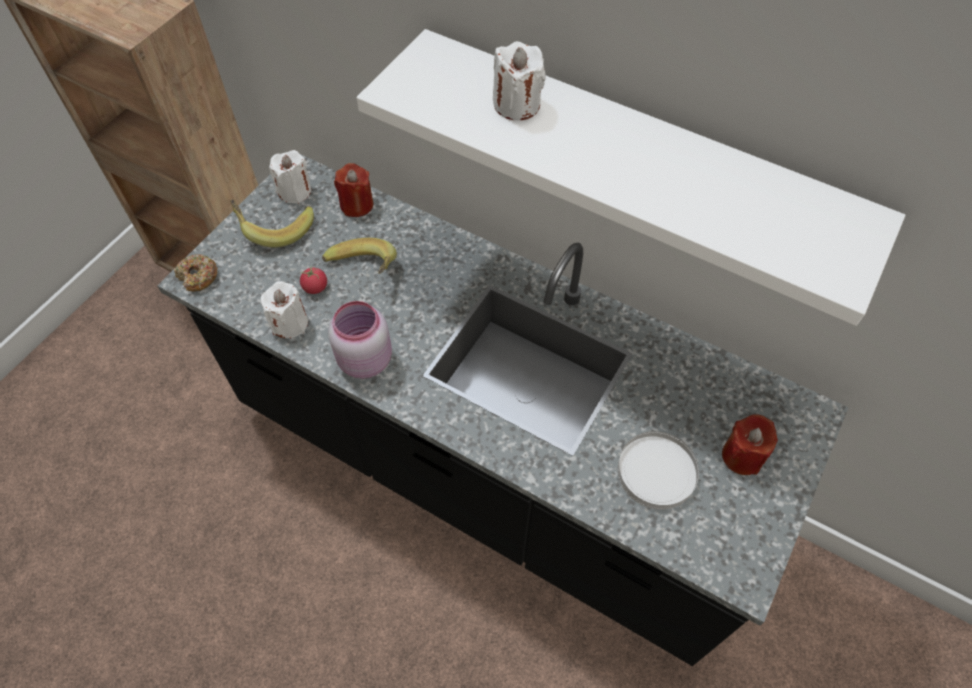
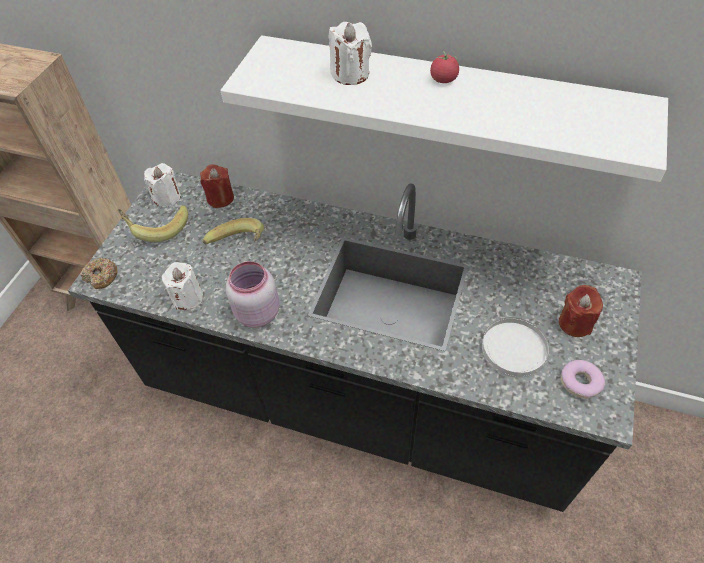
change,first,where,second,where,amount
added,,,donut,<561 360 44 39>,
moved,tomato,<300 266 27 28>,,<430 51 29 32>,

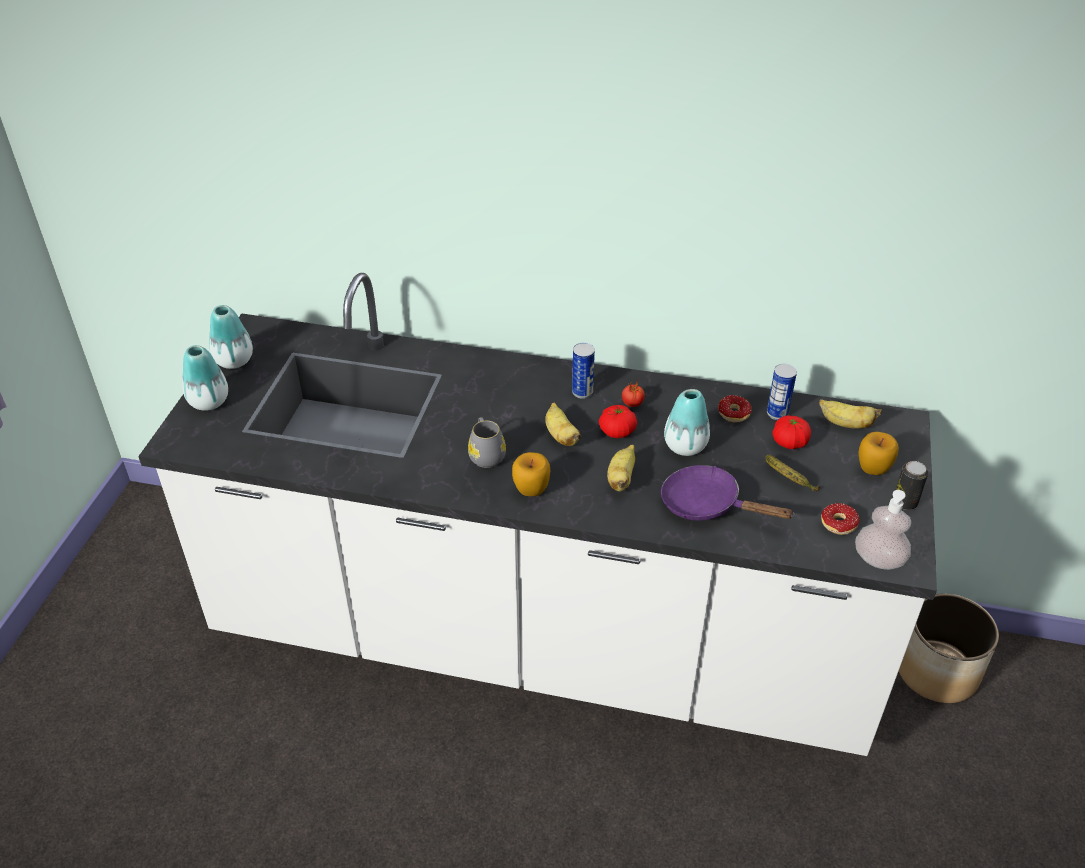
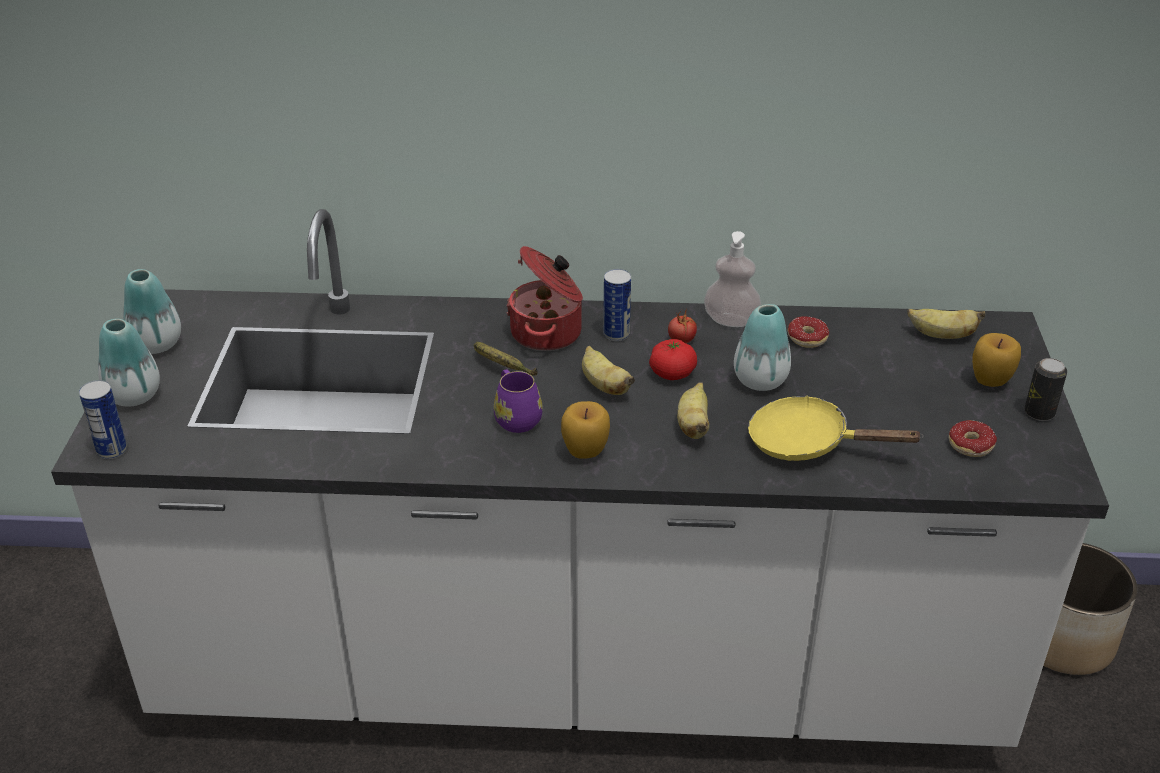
change,first,where,second,where,amount
removed,tomato,<772 415 39 34>,,,
added,,,cooking pot,<506 246 77 105>,
moved,banana,<766 455 54 36>,,<474 342 64 34>,
moved,can,<767 364 30 56>,,<79 380 48 79>,
moved,soap dispenser,<855 490 56 80>,,<704 231 57 96>,
recoloured,grey mug,<468 417 38 51>,purple mug,<494 369 49 64>,
recoloured,purple frying pan,<661 465 133 56>,yellow frying pan,<748 395 175 66>,

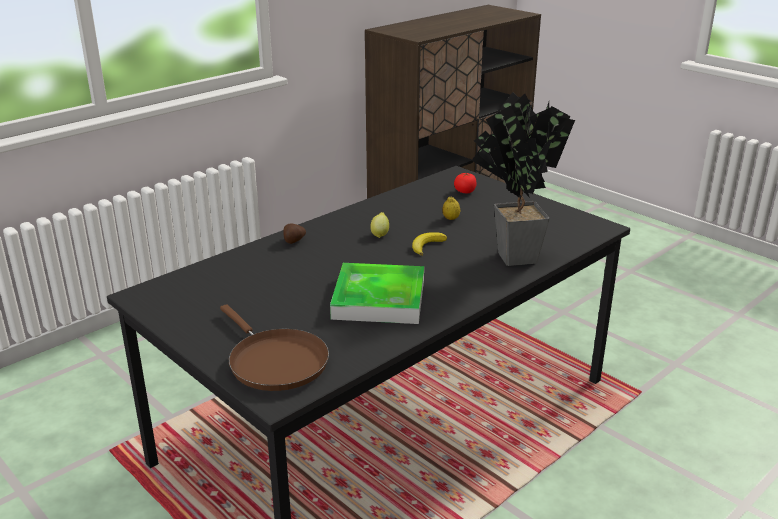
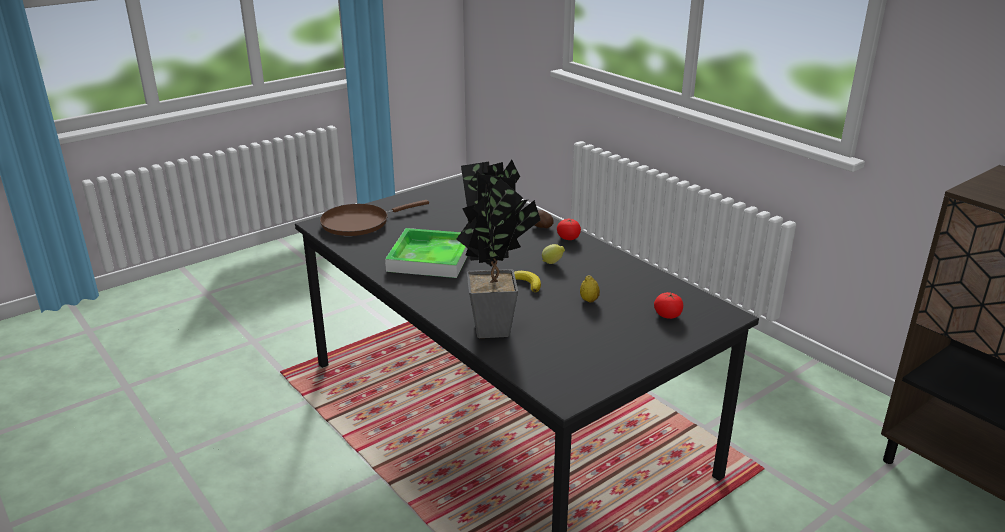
change,first,where,second,where,amount
added,,,tomato,<557 219 24 21>,

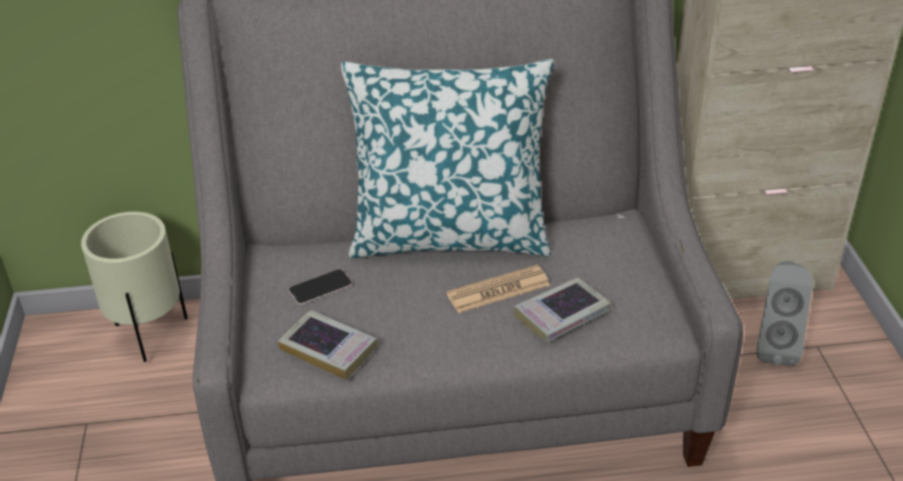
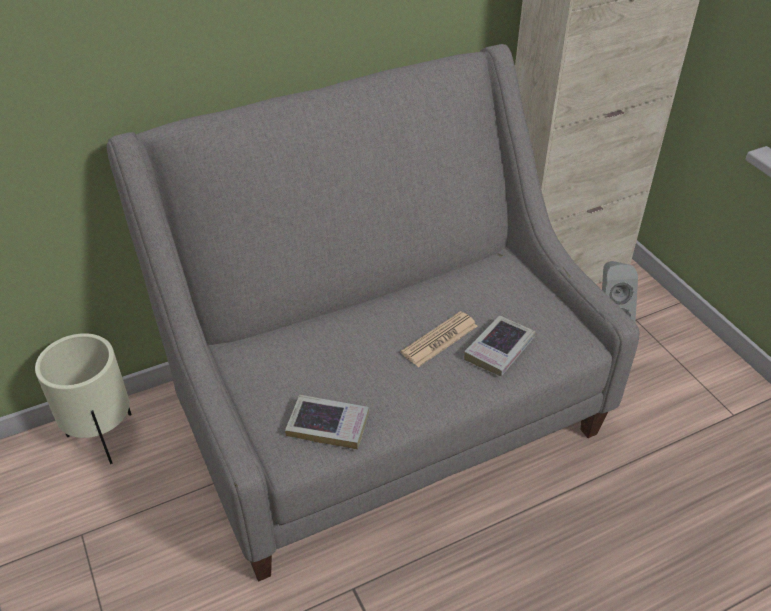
change,first,where,second,where,amount
removed,phone,<289 269 63 36>,,,
removed,pillow,<341 59 213 199>,,,

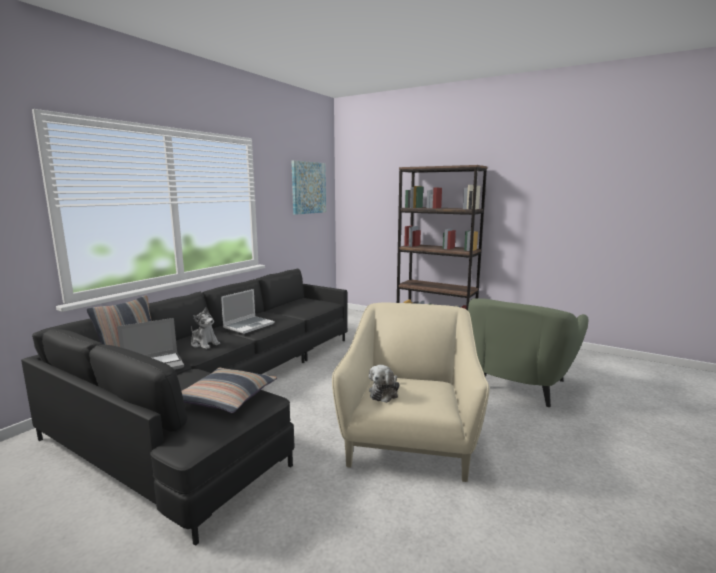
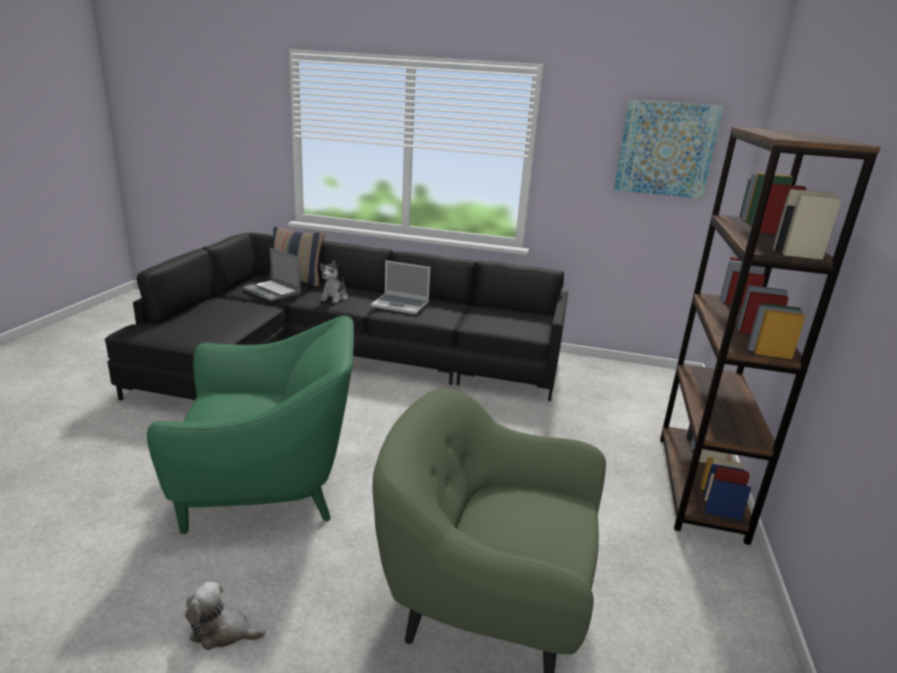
change,first,where,second,where,amount
removed,pillow,<181 368 96 45>,,,
moved,plush toy,<369 365 31 38>,,<185 581 81 69>,
recoloured,beige armchair,<332 302 157 180>,green armchair,<147 316 207 218>,

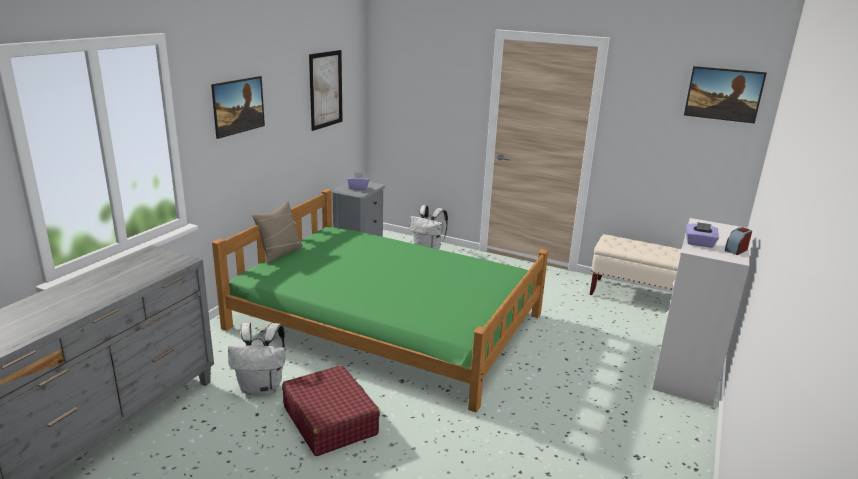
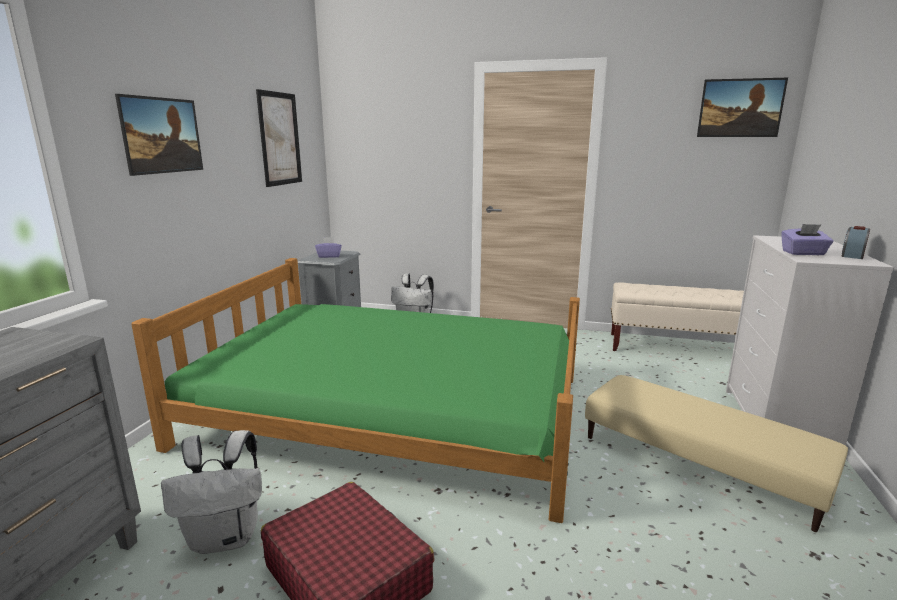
change,first,where,second,where,amount
removed,beige pillow,<252 202 51 62>,,,
added,,,beige ottoman,<585 375 263 157>,

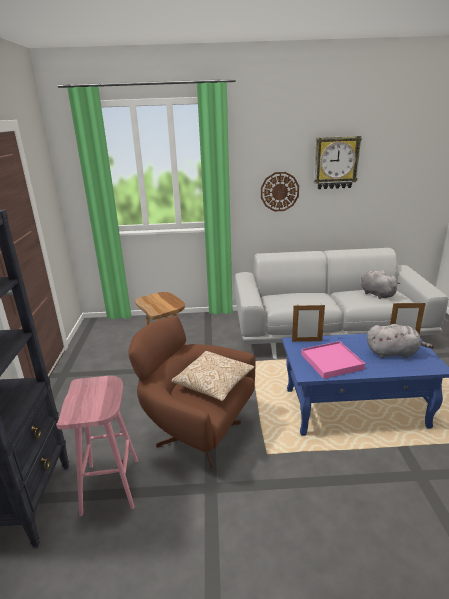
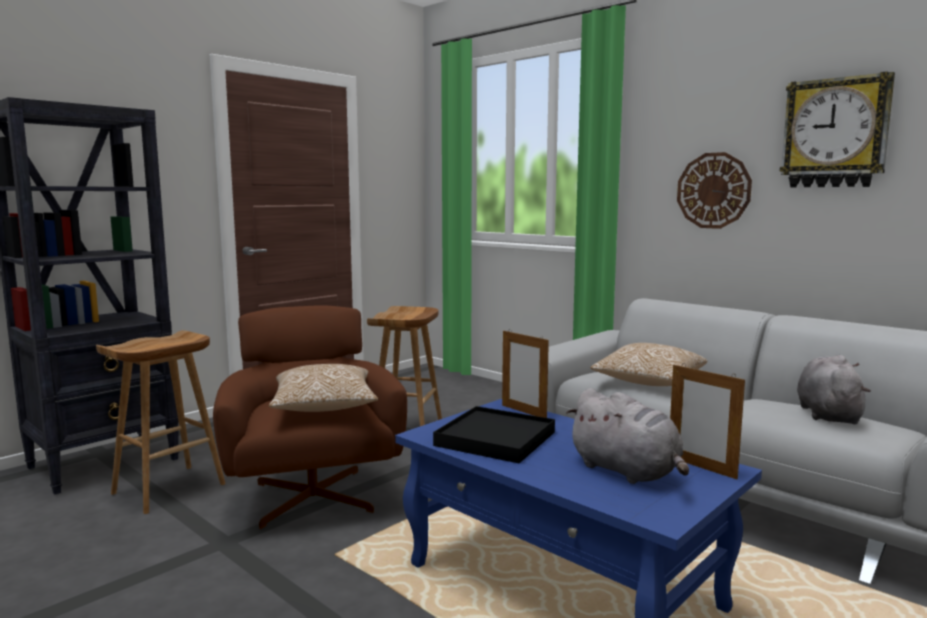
change,first,where,second,where,amount
added,,,pillow,<590 343 117 43>,
recoloured,pink stool,<56 376 82 140>,brown stool,<96 330 130 184>,
recoloured,pink tray,<301 341 64 38>,black tray,<433 406 122 57>,

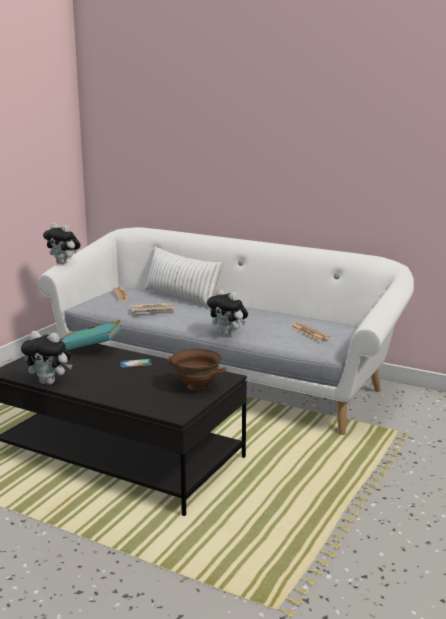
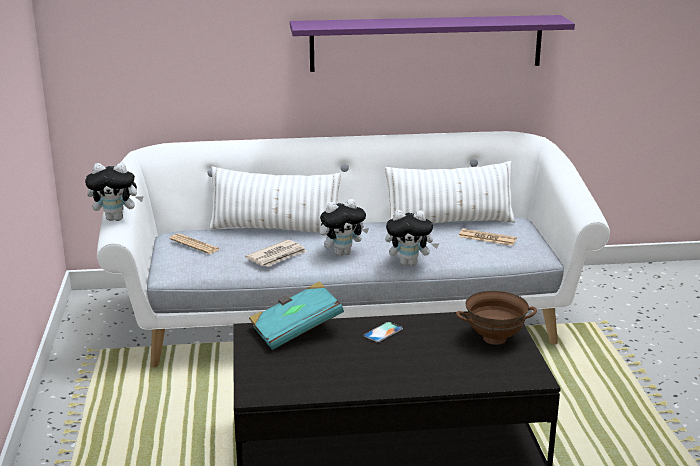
change,first,where,second,where,amount
added,,,purple shelf,<290 15 285 57>,
added,,,white pillow,<385 161 130 62>,
moved,plush toy,<21 331 51 54>,,<320 199 49 57>,

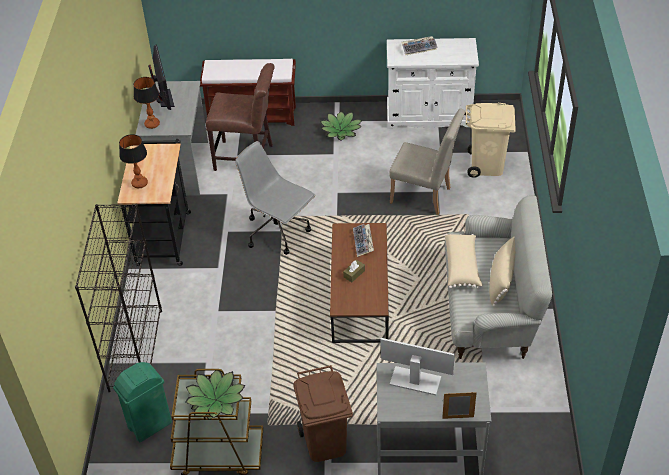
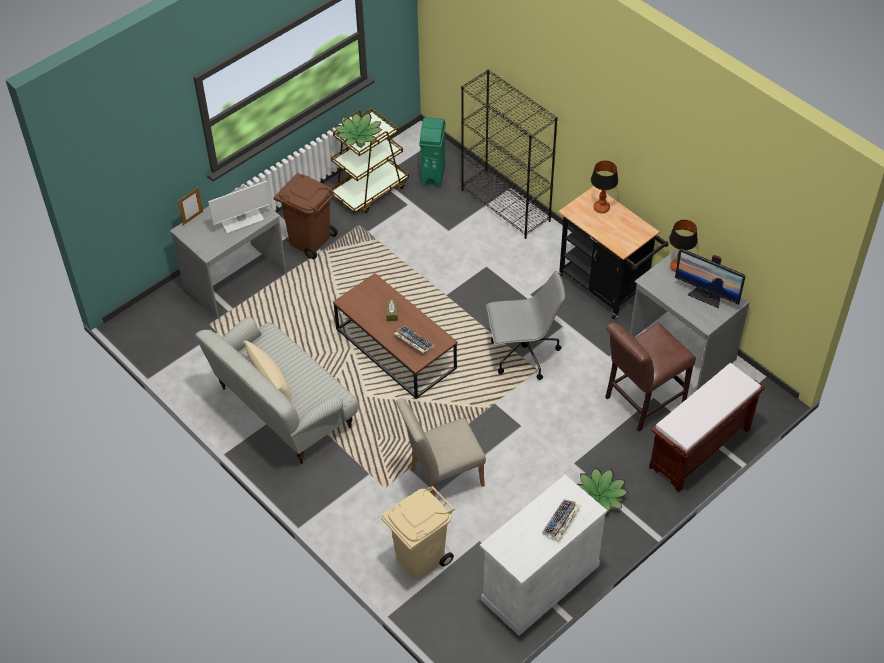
change,first,where,second,where,amount
removed,beige pillow,<445 234 38 55>,,,

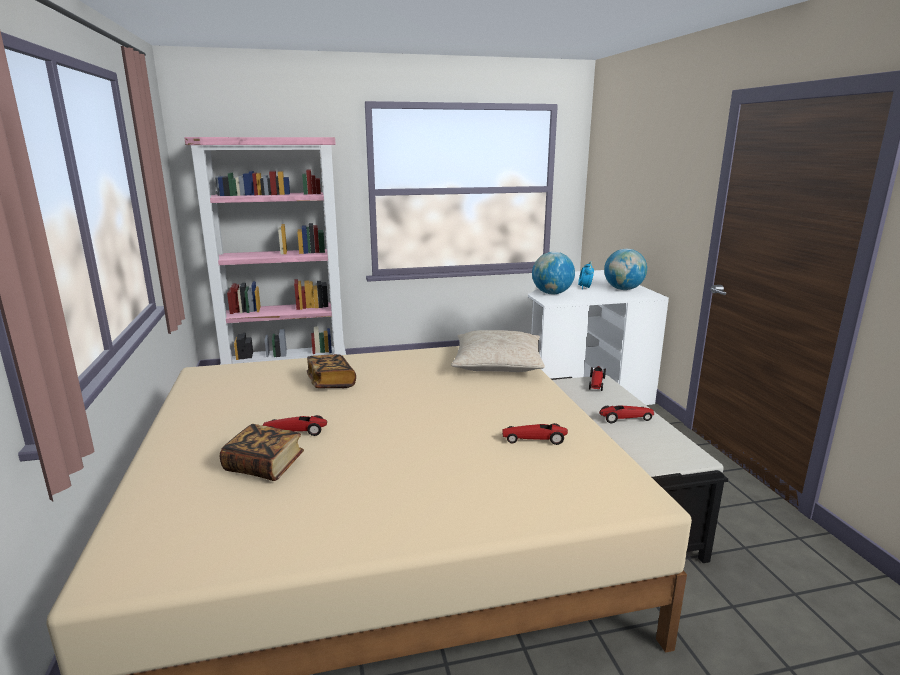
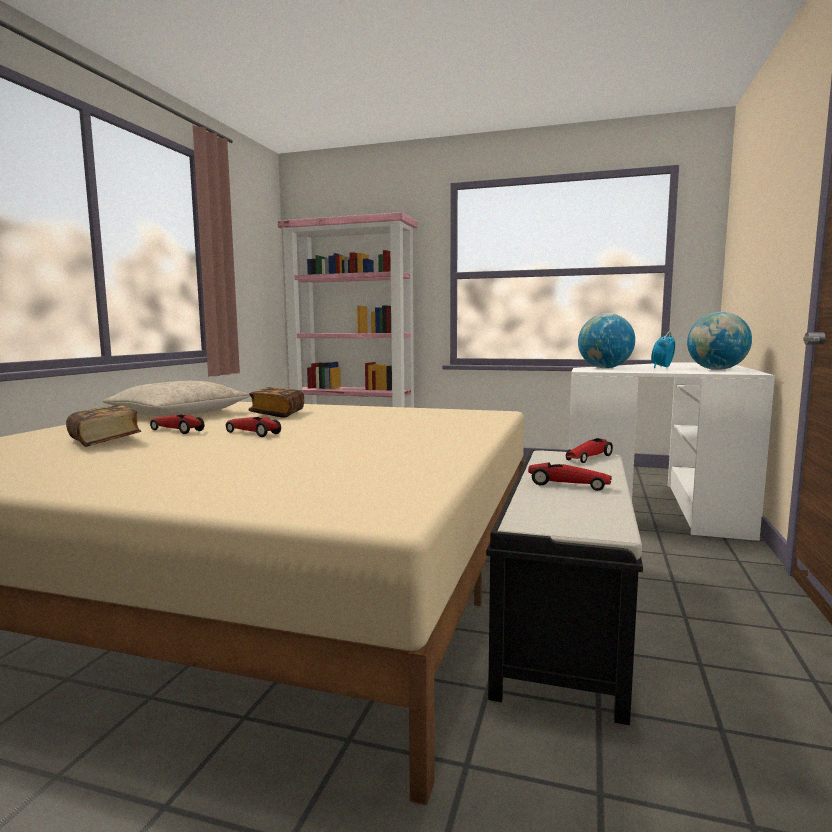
change,first,where,second,where,amount
moved,beige pillow,<451 330 94 42>,,<102 381 148 36>,
moved,toy car,<502 423 66 22>,,<226 417 55 20>,

